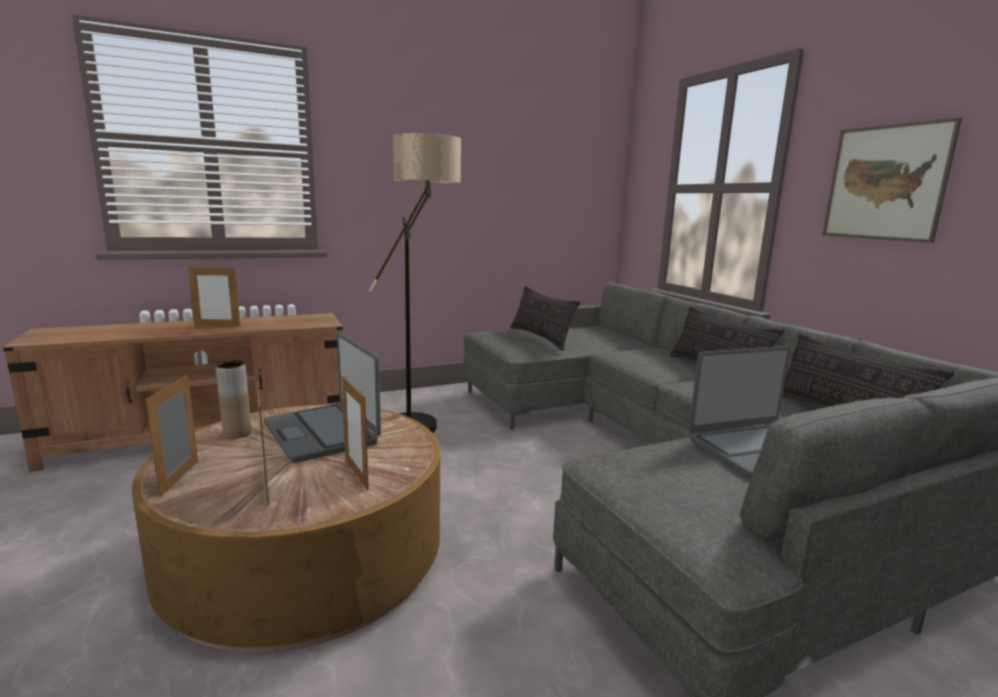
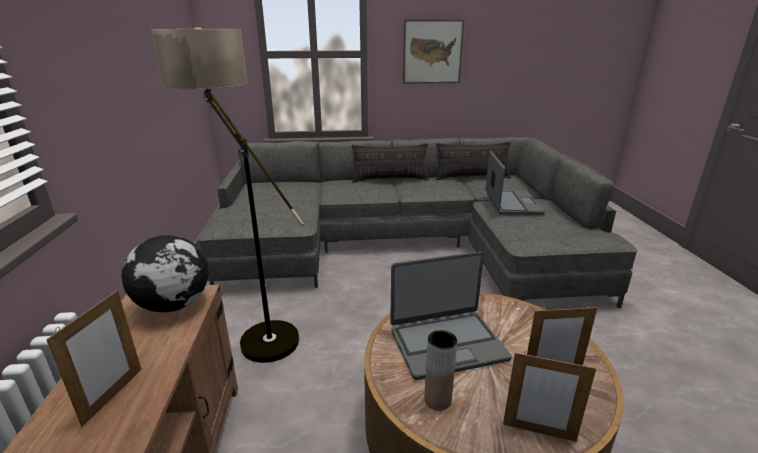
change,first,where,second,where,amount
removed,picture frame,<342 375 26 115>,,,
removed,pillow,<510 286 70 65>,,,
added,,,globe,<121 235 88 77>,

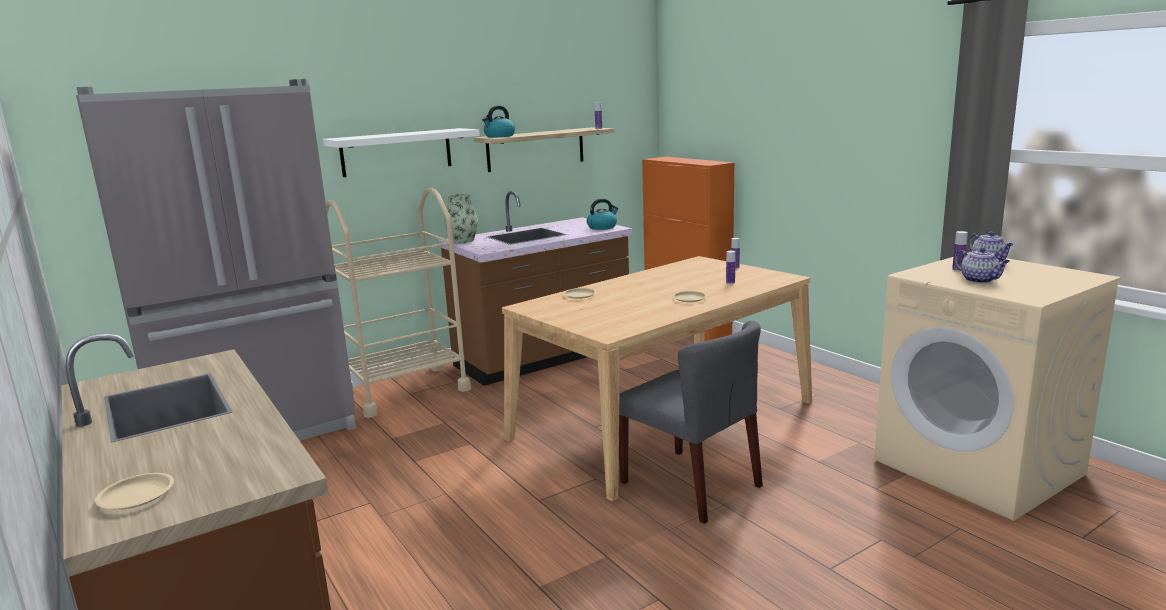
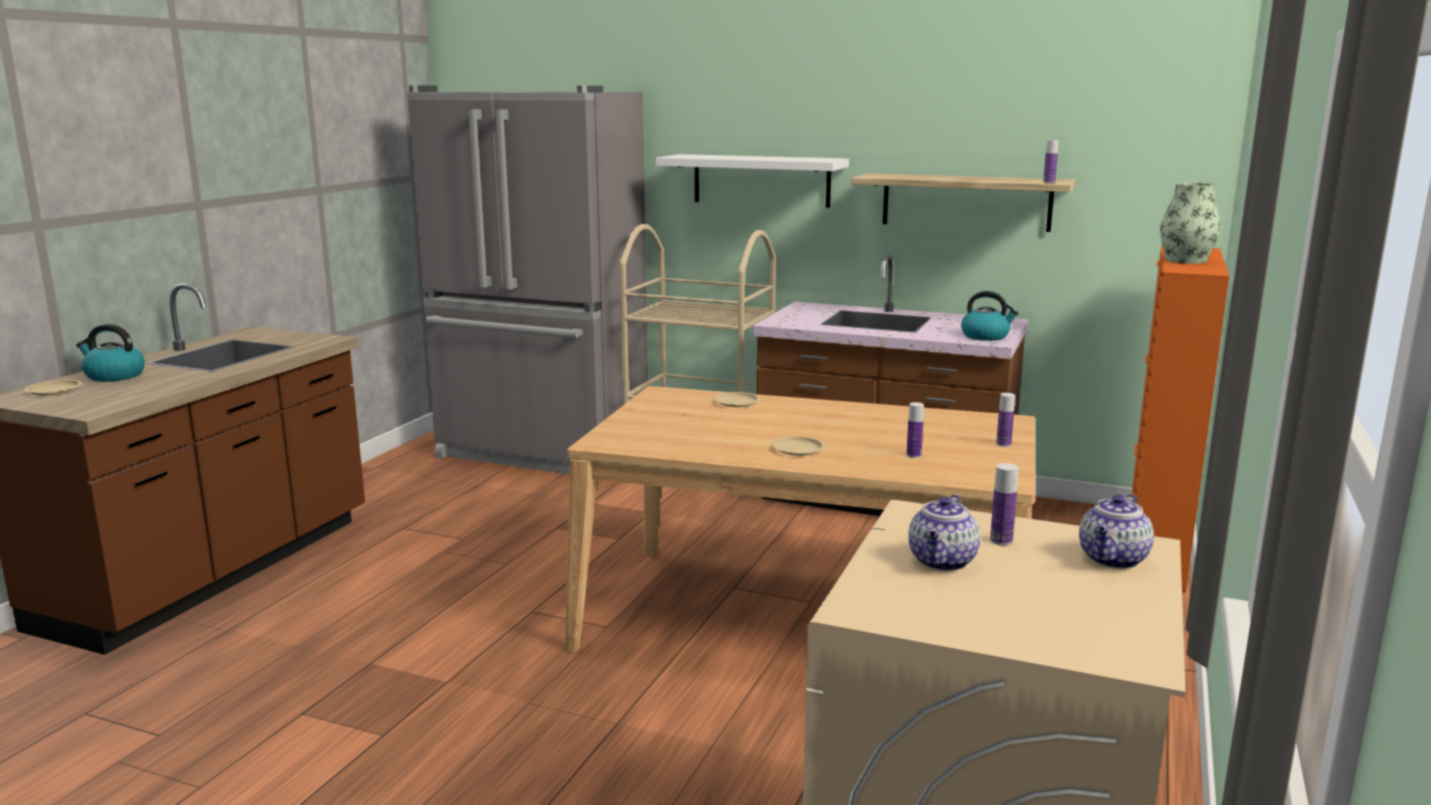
change,first,where,second,where,amount
removed,grey chair,<619 321 144 203>,,,
moved,vase,<444 194 34 49>,,<1160 183 60 81>,
moved,kettle,<482 106 33 32>,,<76 324 69 58>,

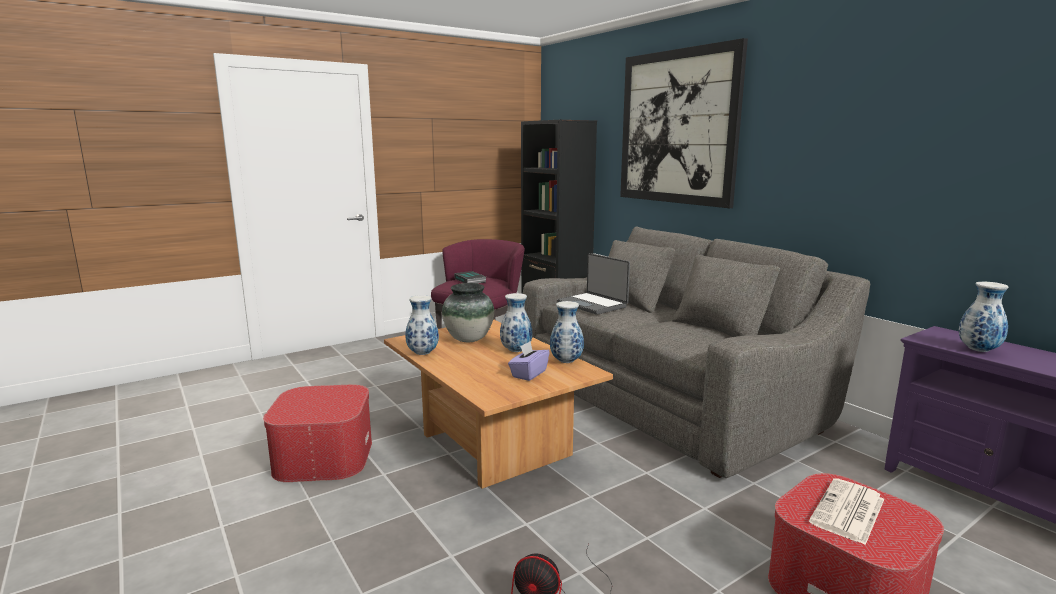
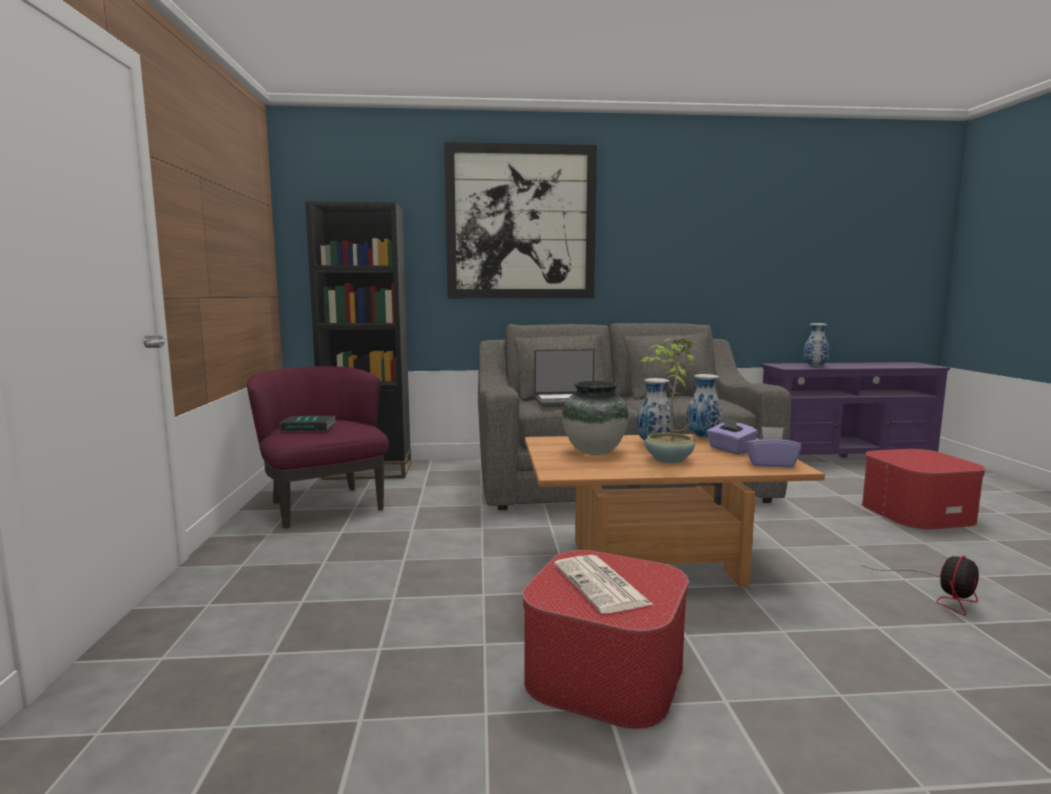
change,first,where,second,where,amount
removed,vase,<405 295 34 60>,,,
added,,,potted plant,<640 339 55 124>,
added,,,purple tissue box,<745 427 57 41>,
moved,newspaper,<809 478 75 67>,,<554 555 99 59>,

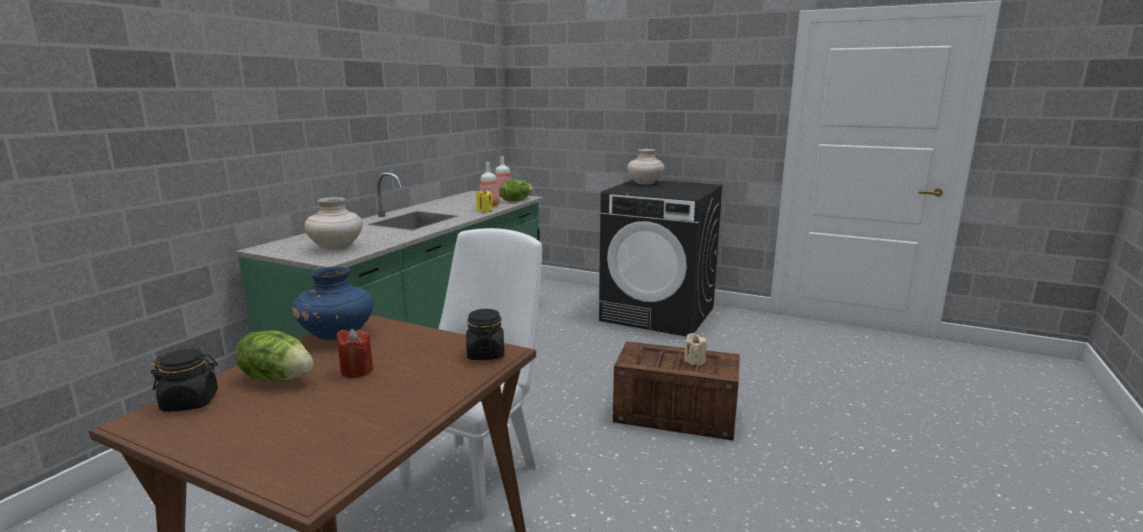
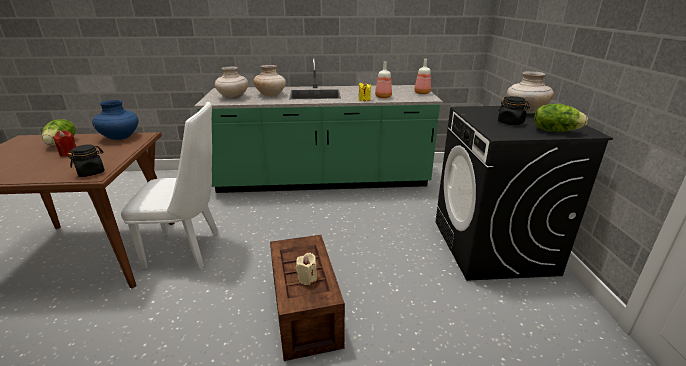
change,first,where,second,where,amount
added,,,beige vase,<253 65 33 31>,
moved,black jar,<151 349 67 63>,,<498 96 32 29>,
moved,lettuce,<499 180 34 22>,,<534 104 54 28>,

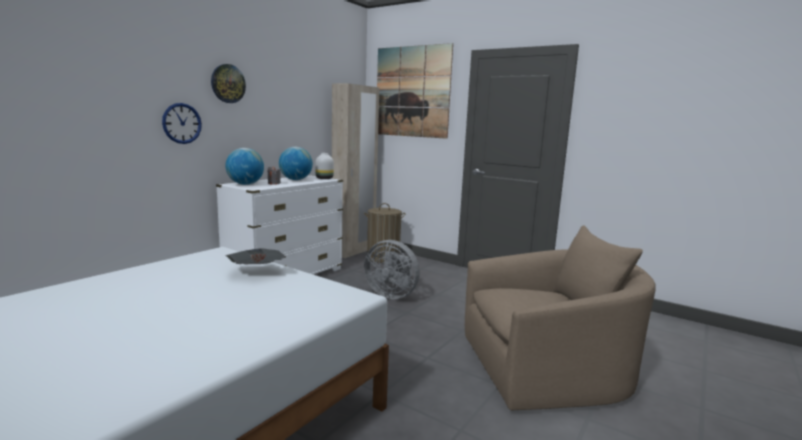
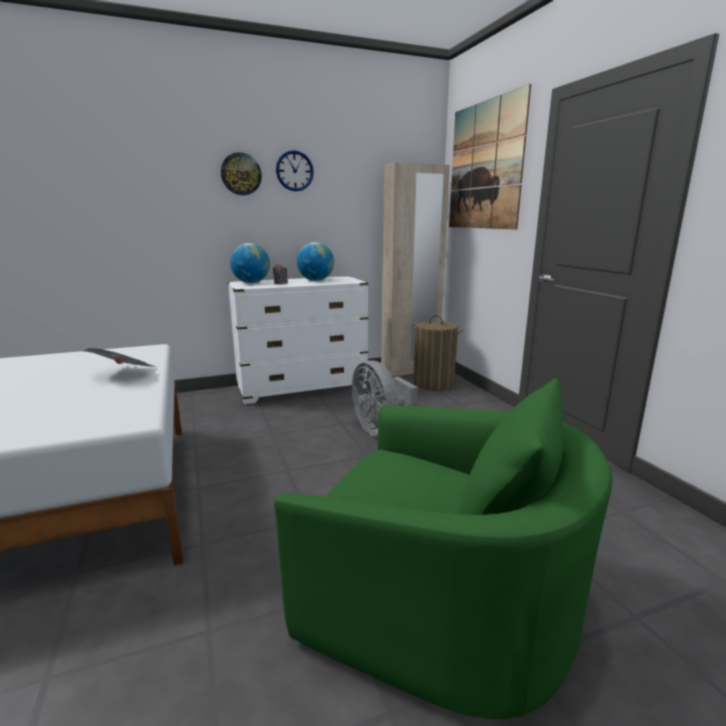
change,first,where,second,where,amount
removed,white vase,<315 153 19 26>,,,
moved,wall clock,<162 103 40 41>,,<276 150 38 41>,
recoloured,beige armchair,<465 225 191 186>,green armchair,<274 378 338 341>,

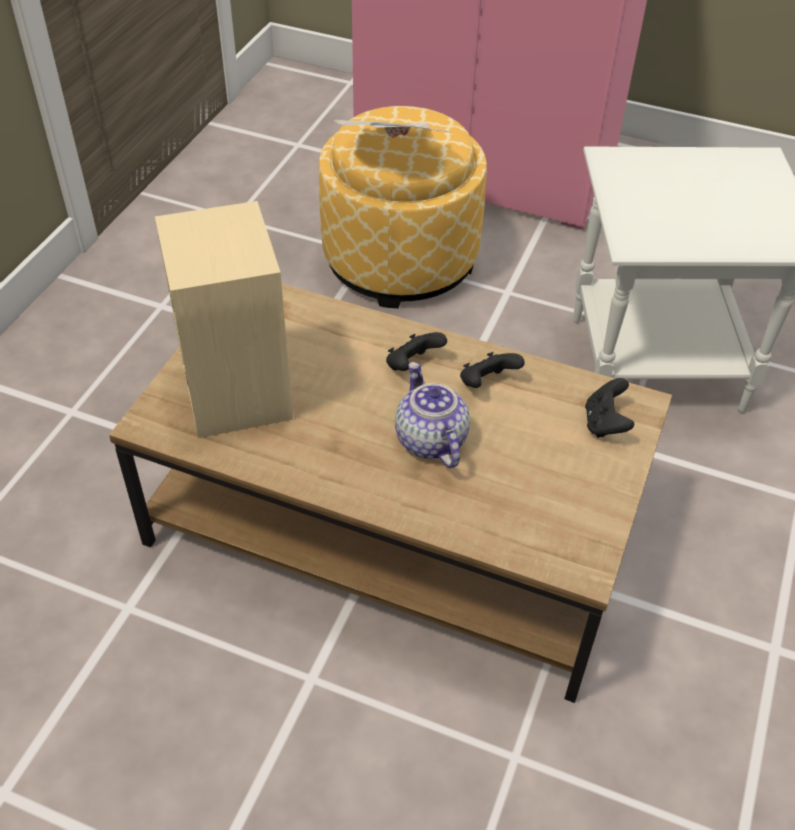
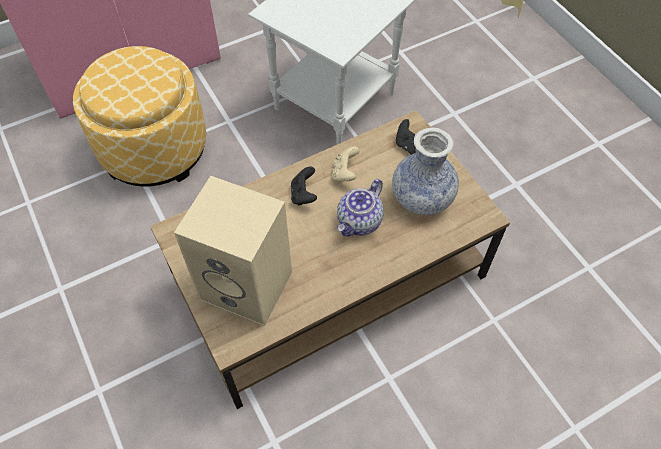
change,first,where,second,where,amount
removed,newspaper,<334 120 118 18>,,,
added,,,vase,<392 127 67 88>,
recoloured,black game controller,<460 352 65 36>,beige game controller,<332 146 28 36>,
turned,teapot,<395 362 75 106>,,<337 179 47 57>,75 degrees counterclockwise

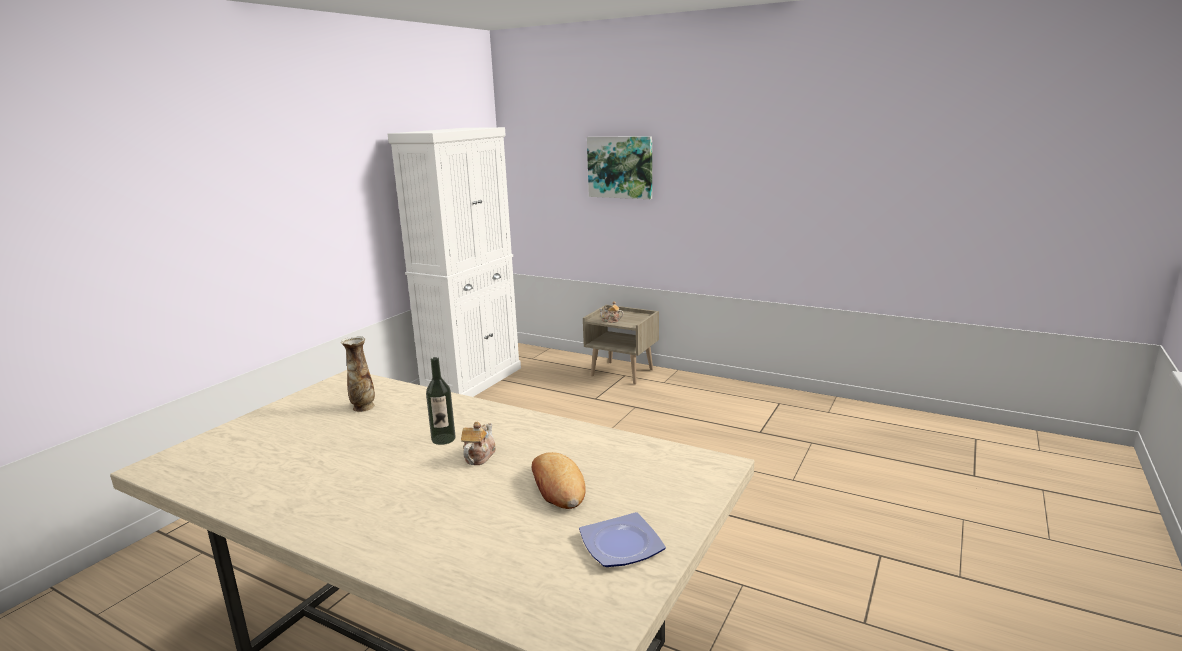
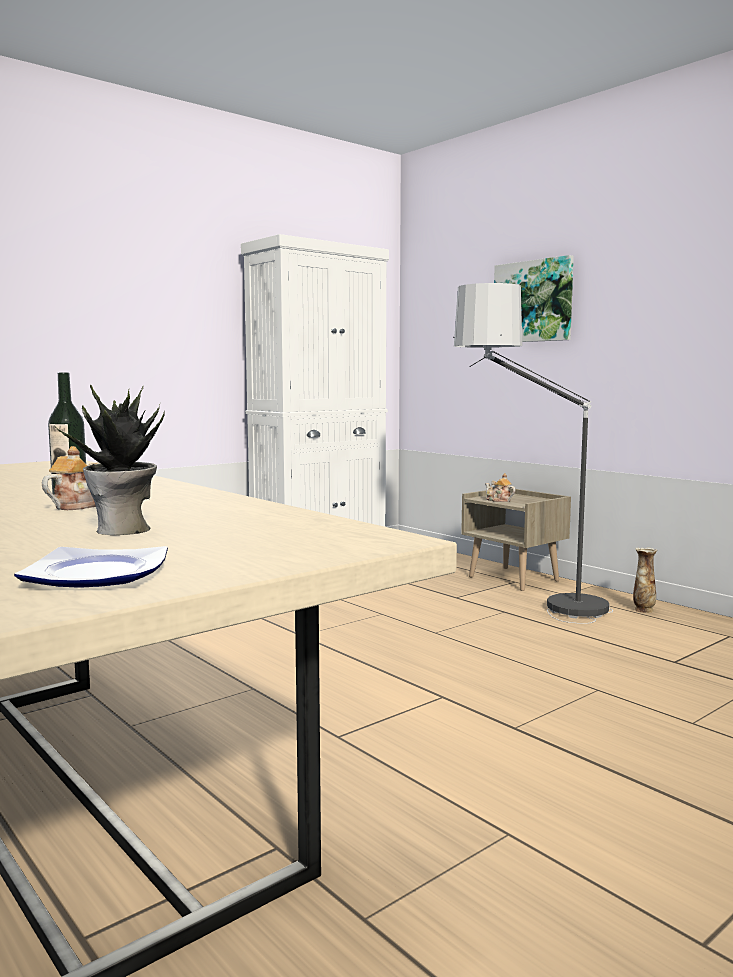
change,first,where,second,where,amount
added,,,floor lamp,<453 283 160 341>,
moved,vase,<341 336 34 76>,,<633 548 24 65>,
replaced,bread,<532 452 54 57>,potted plant,<54 385 111 150>,

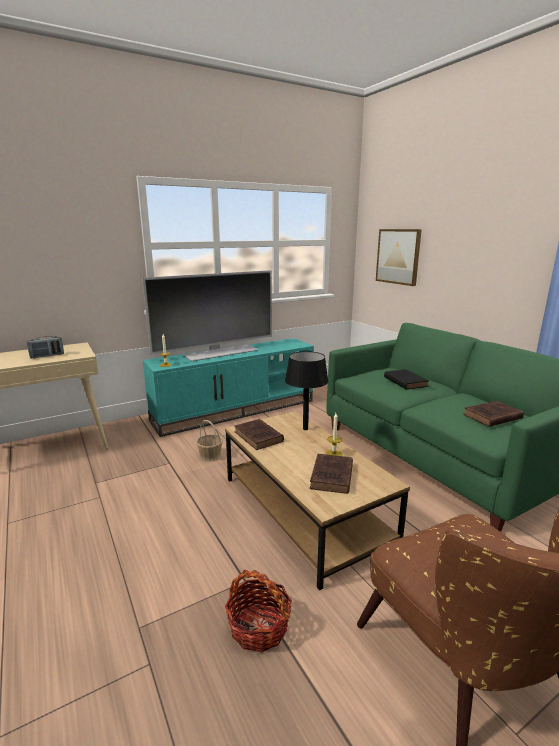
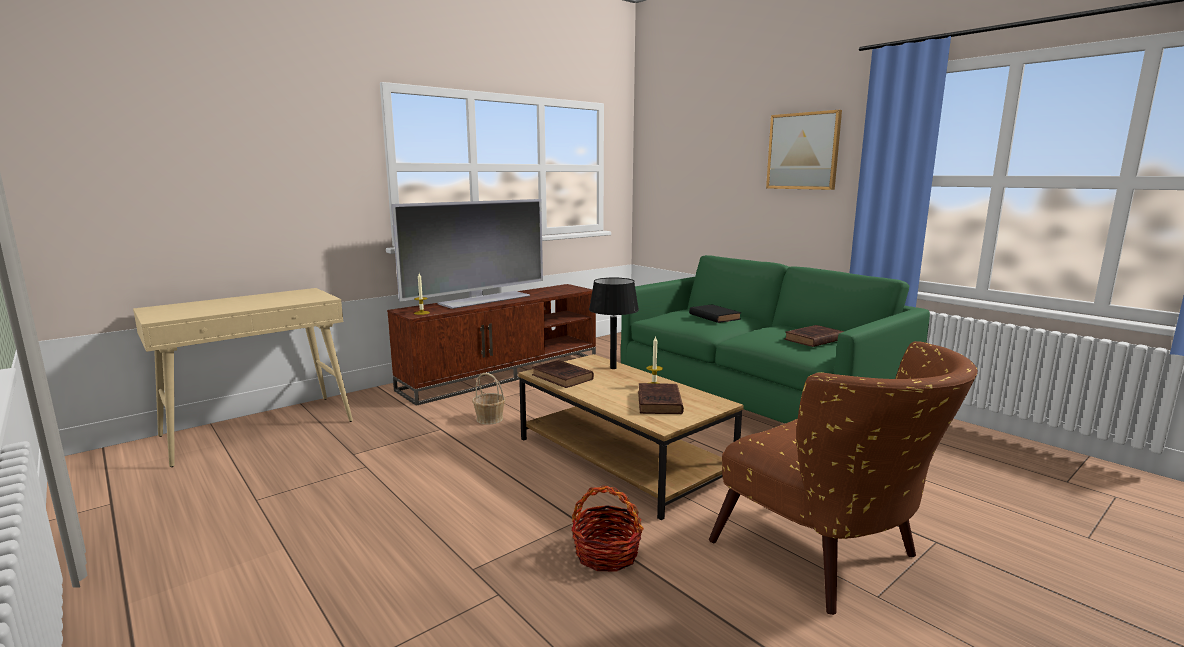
change,first,where,second,where,amount
removed,radio,<27 336 37 22>,,,
moved,picture,<376 229 46 57>,,<766 110 76 80>,
recoloured,turquoise tv stand,<143 338 171 99>,brown tv stand,<387 284 209 122>,

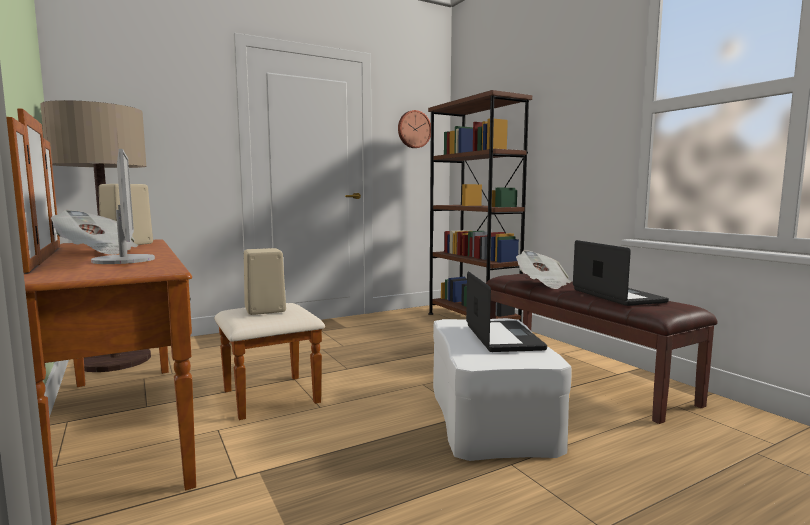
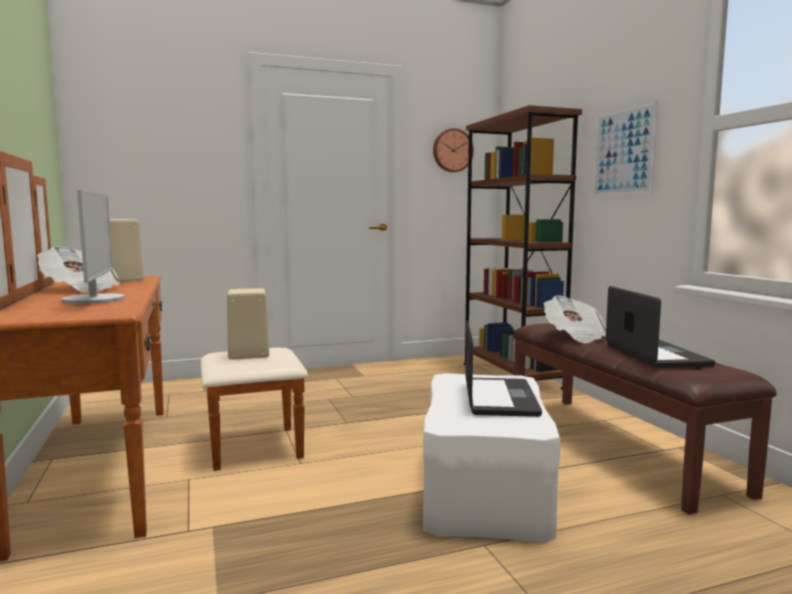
change,first,where,second,where,amount
removed,floor lamp,<40 100 111 272>,,,
added,,,picture,<593 101 65 95>,

